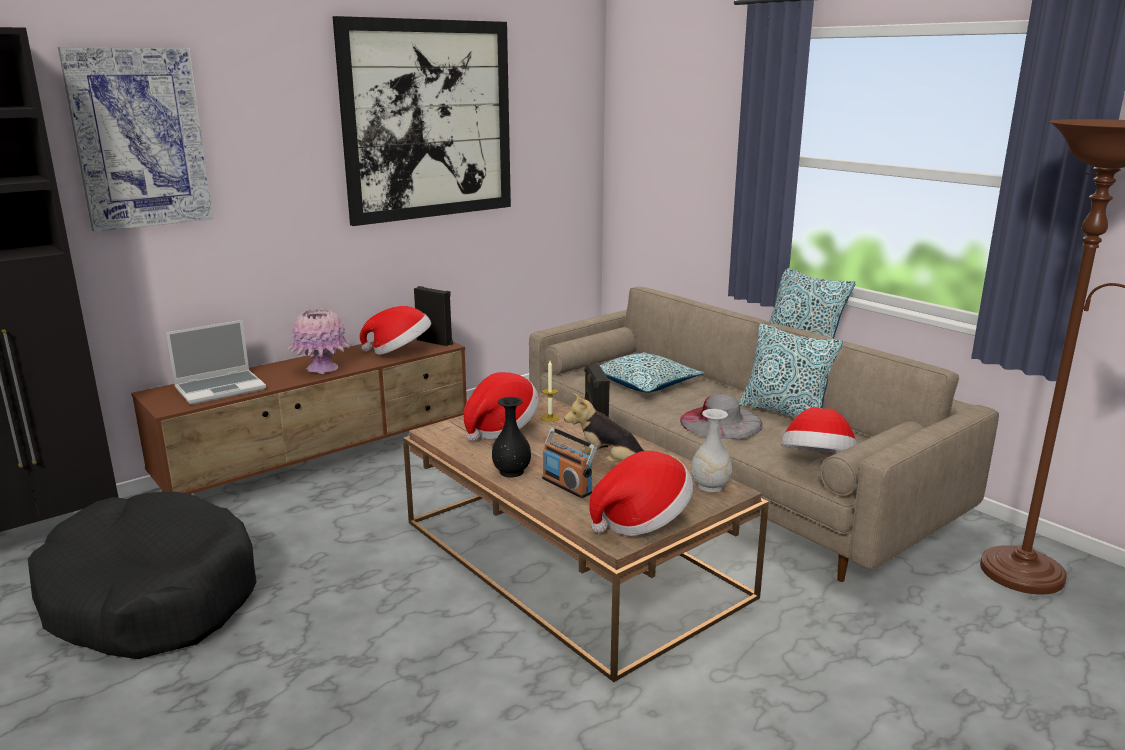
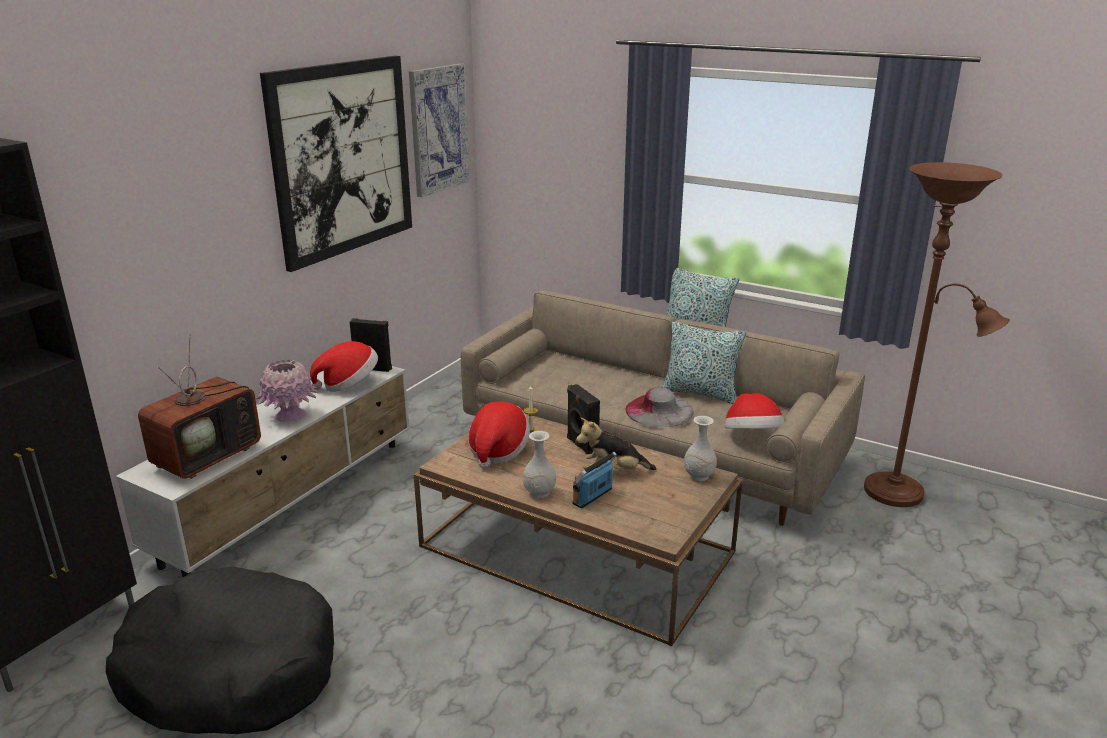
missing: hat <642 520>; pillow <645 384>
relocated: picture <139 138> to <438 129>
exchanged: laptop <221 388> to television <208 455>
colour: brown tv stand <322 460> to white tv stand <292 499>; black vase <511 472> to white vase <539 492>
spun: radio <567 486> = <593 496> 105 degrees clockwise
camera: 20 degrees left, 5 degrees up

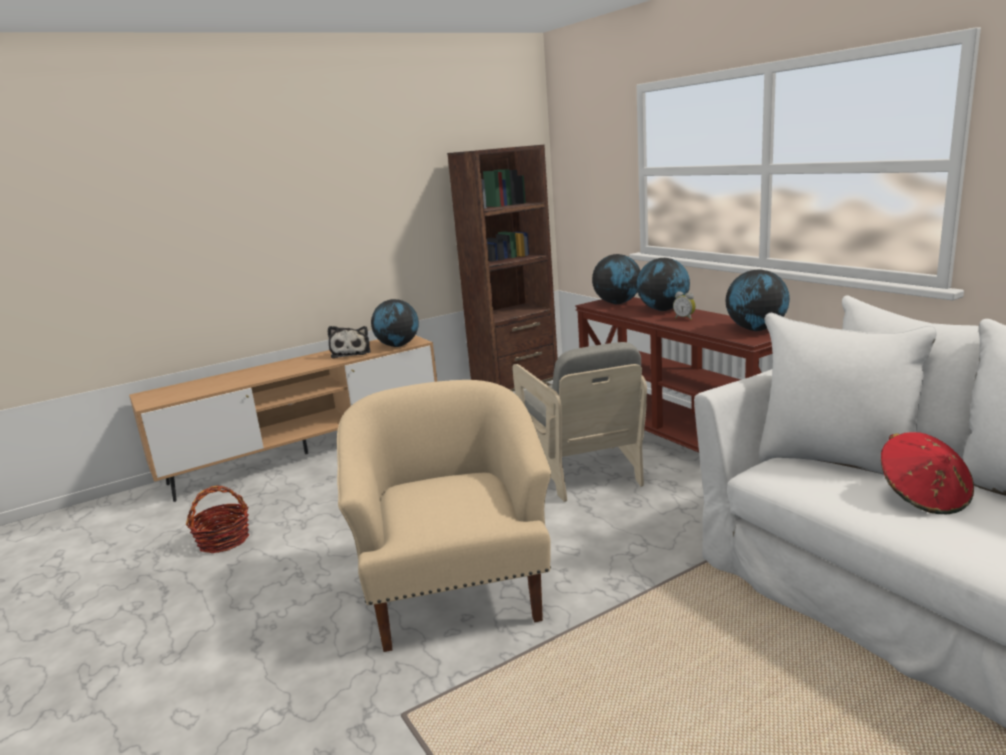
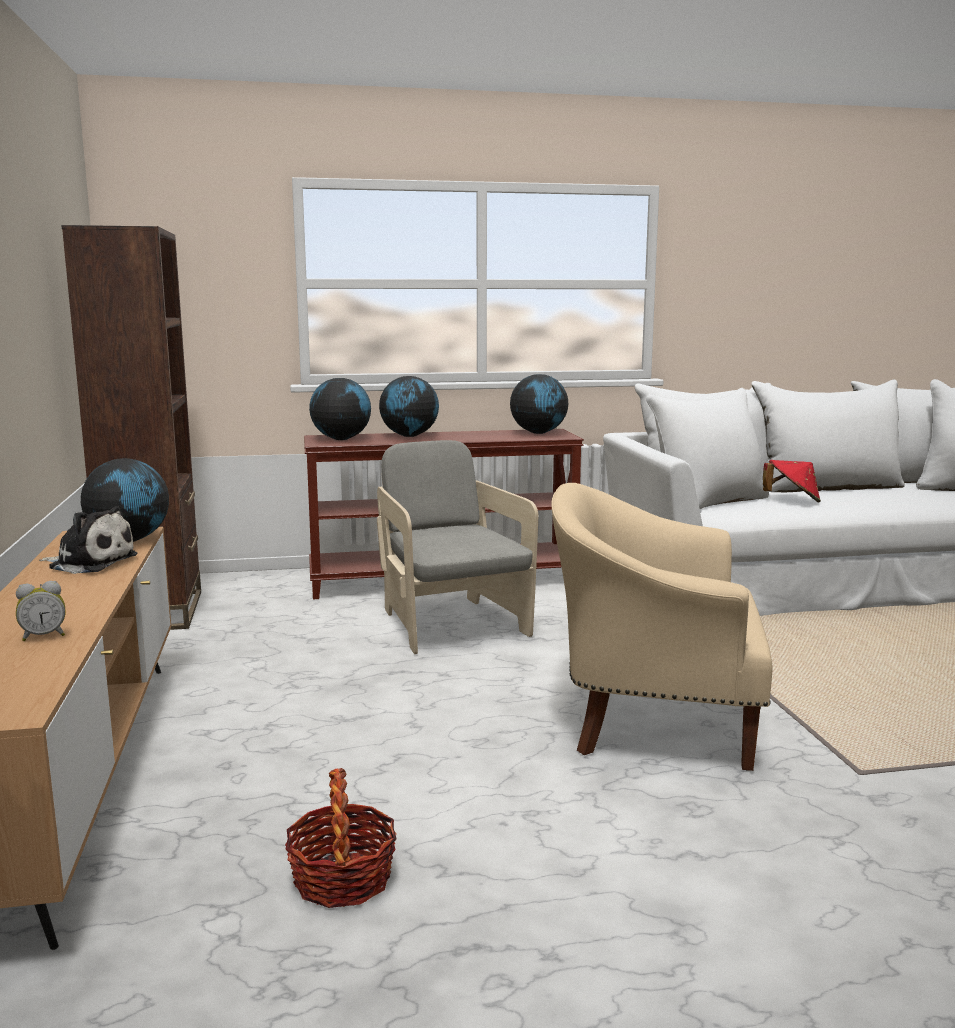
relocated: alarm clock <685 318> to <43 636>
spun: grey armchair <583 470> = <451 624> 120 degrees counterclockwise
camera: 70 degrees left, 5 degrees down

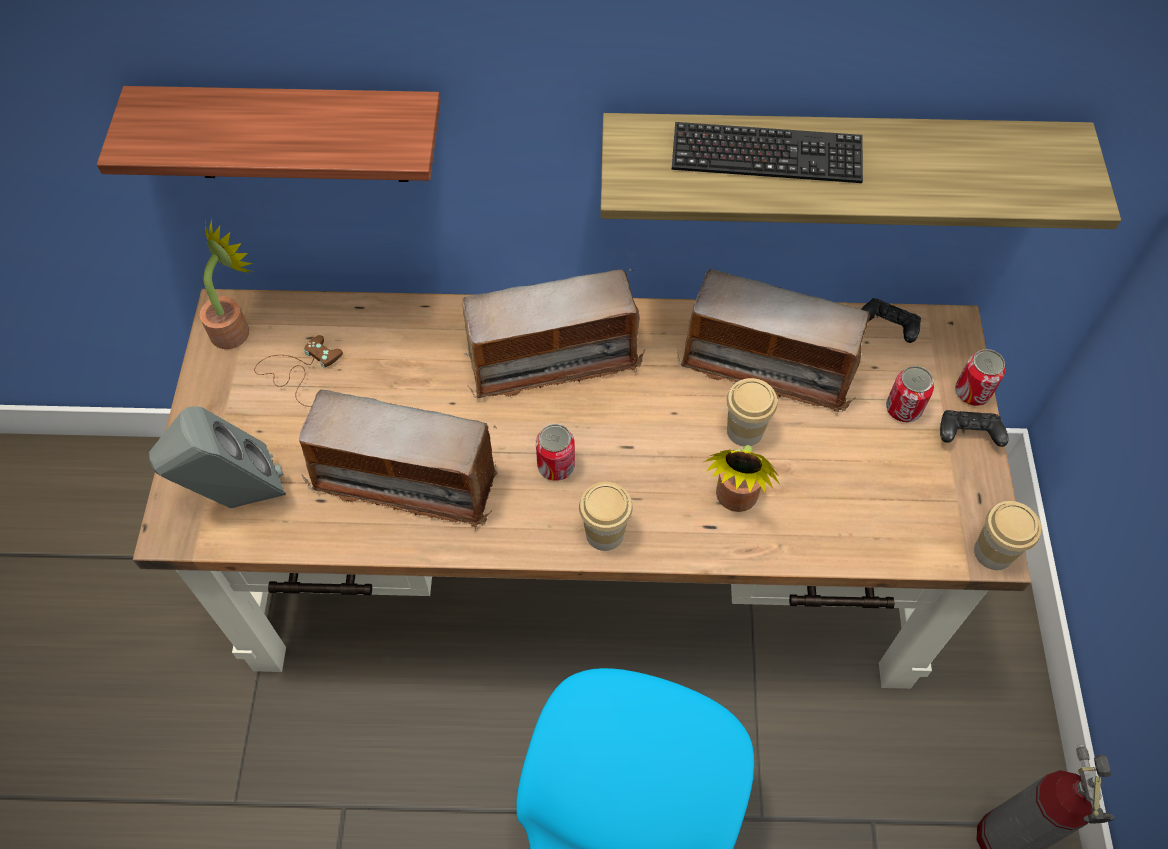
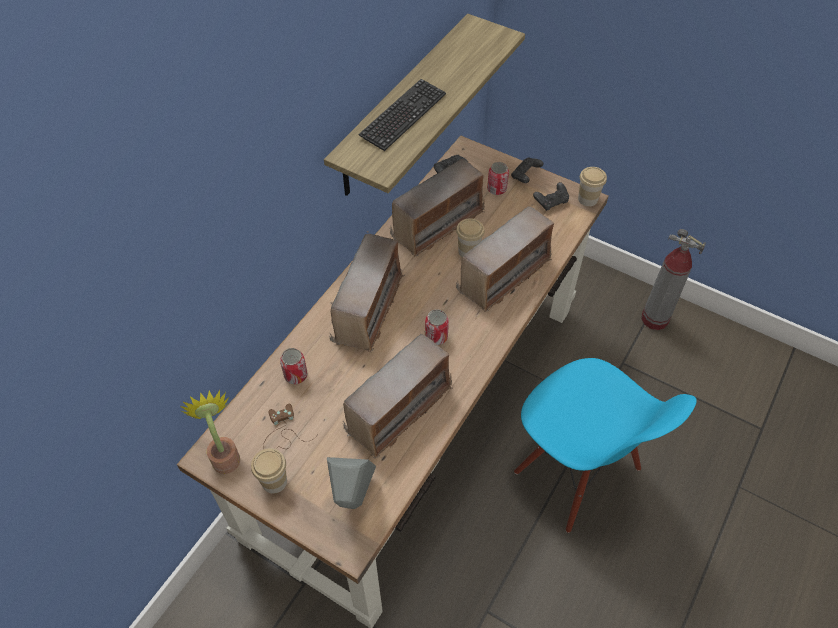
missing: shelf <294 134>
appeared: black game controller <551 202>
relocated: cup <604 533> to <274 481>; can <972 392> to <296 375>
exchanged: potted plant <734 501> to radio <504 274>
camera: 60 degrees left, 5 degrees down

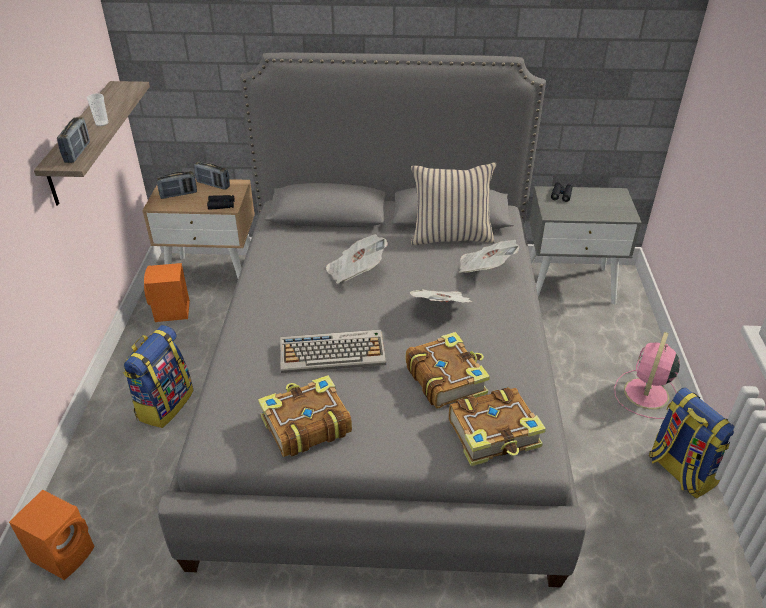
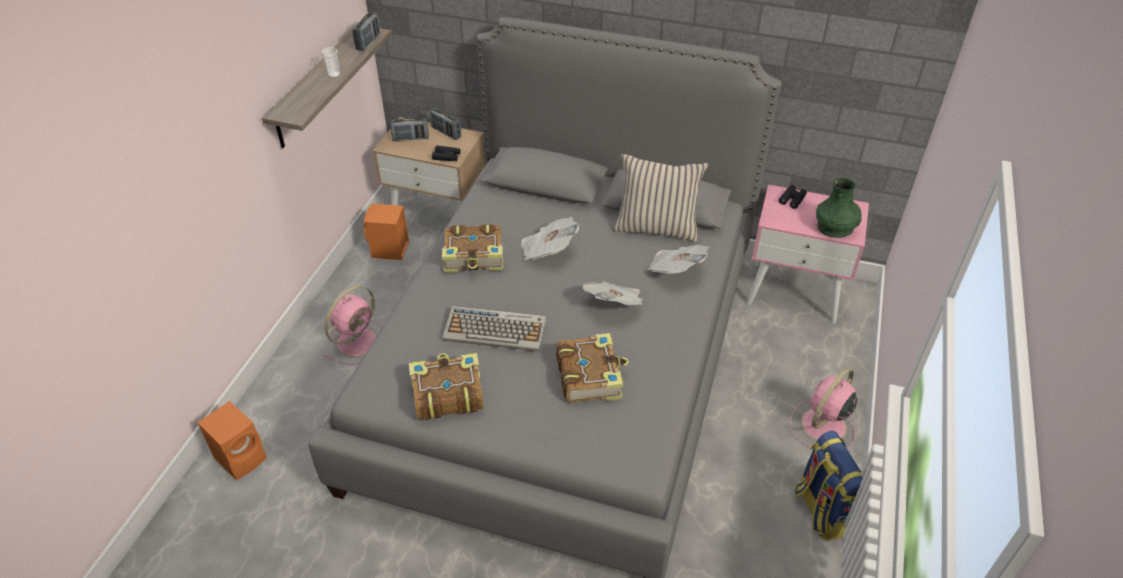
appeared: green vase <835 227>
relocated: radio <77 152> to <368 42>; book <495 435> to <475 257>
exchanged: backpack <164 404> to pink fan <358 341>
colour: grey nightstand <570 284> to pink nightstand <795 292>
camera: 15 degrees right, 5 degrees up

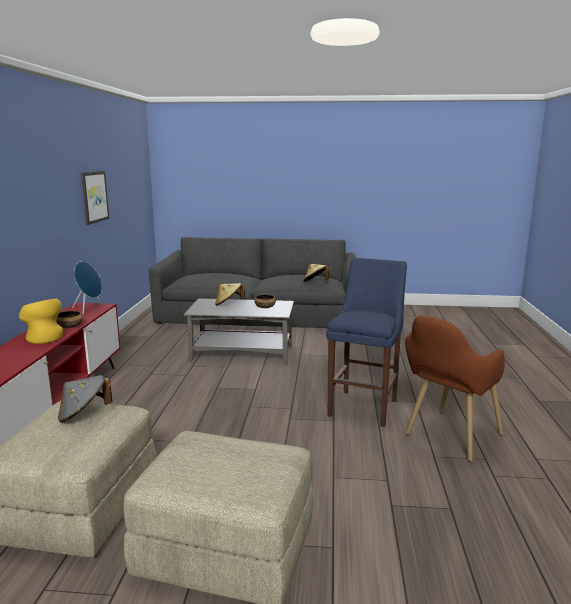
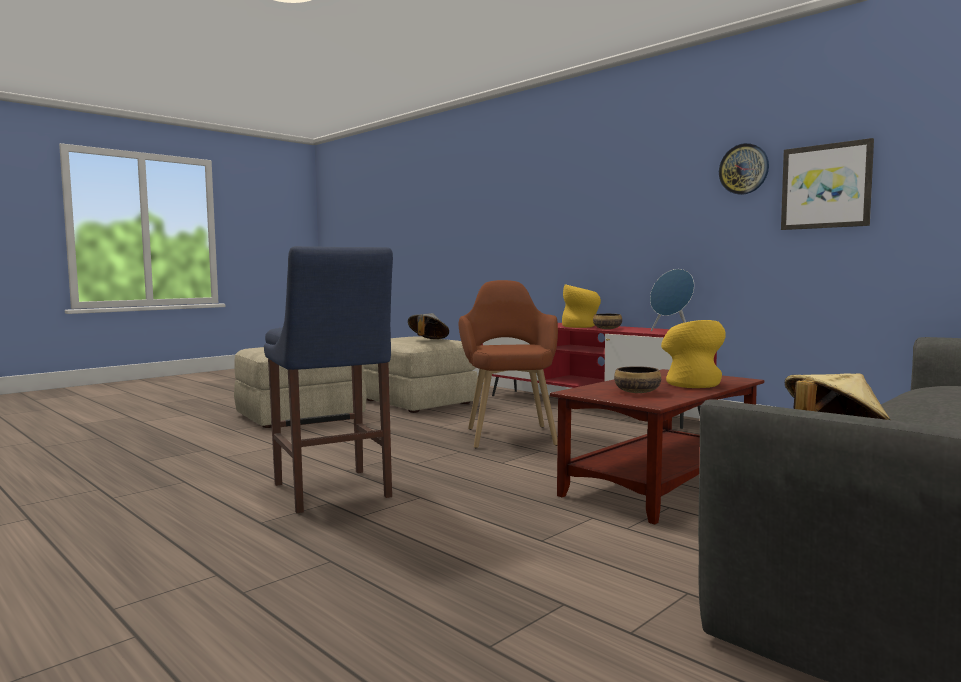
appeared: wall clock <744 169>
relocated: brown armchair <447 439> to <509 433>
exchanged: beige hat <228 304> to yellow vase <691 383>
colour: grey coffee table <243 353> to brown coffee table <660 485>
camera: 130 degrees right, 10 degrees down

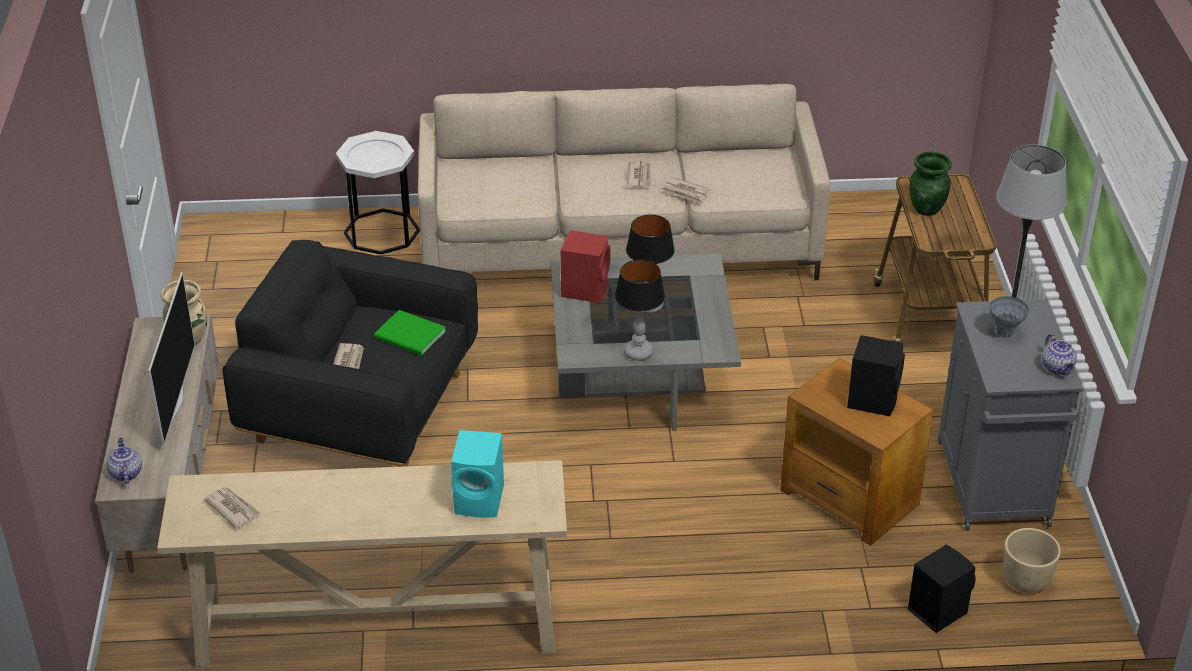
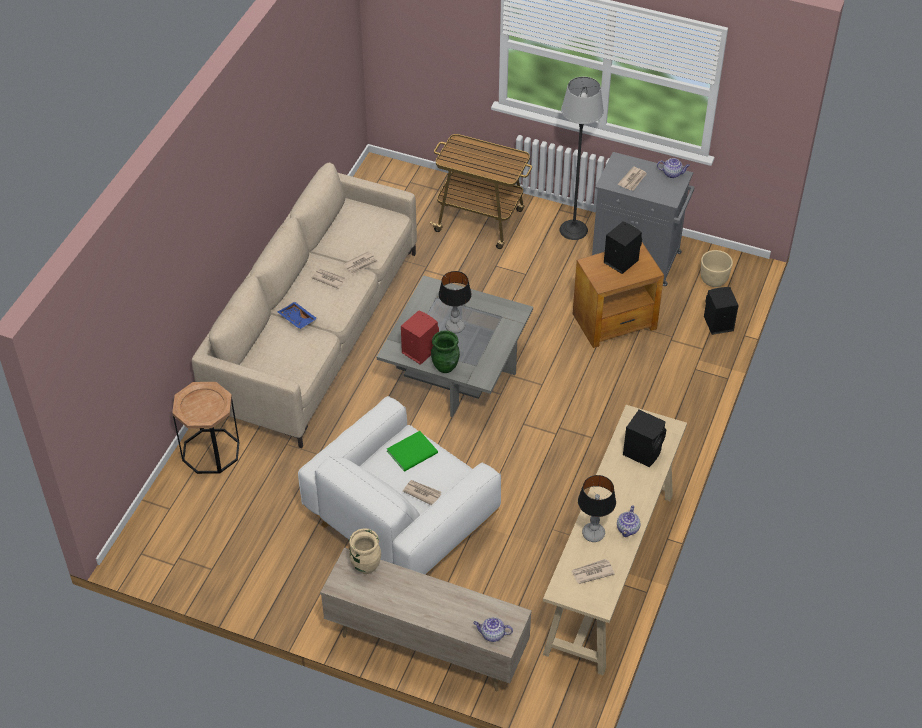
missing: television <174 403>
appeared: blue tray <297 319>; teapot <628 529>
relocated: green vase <927 209> to <445 367>; table lamp <638 353> to <593 534>
exchanged: grey vase <1004 333> to newspaper <633 180>
colour: white side table <382 232> to brown side table <211 451>; black armchair <361 407> to white armchair <401 520>; turquoise speaker <481 500> to black speaker <643 451>
camera: 65 degrees left, 10 degrees up

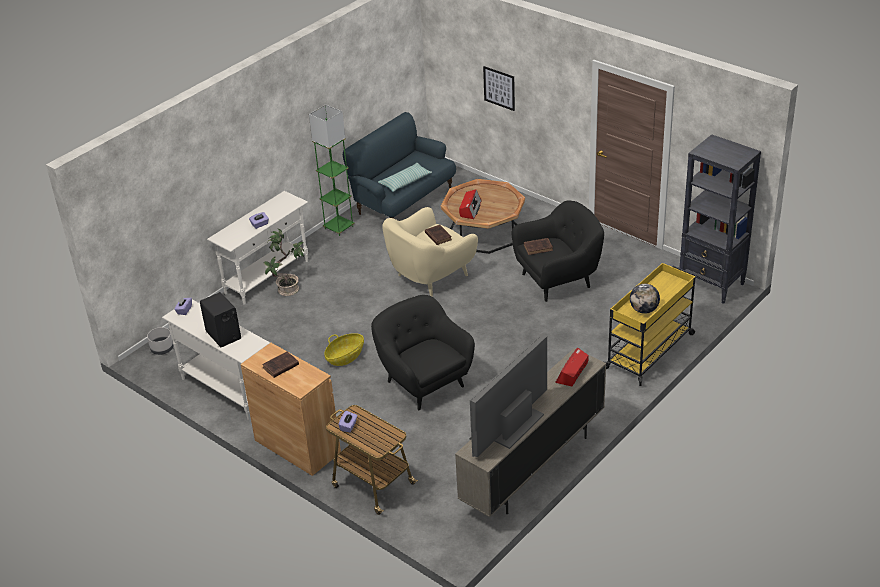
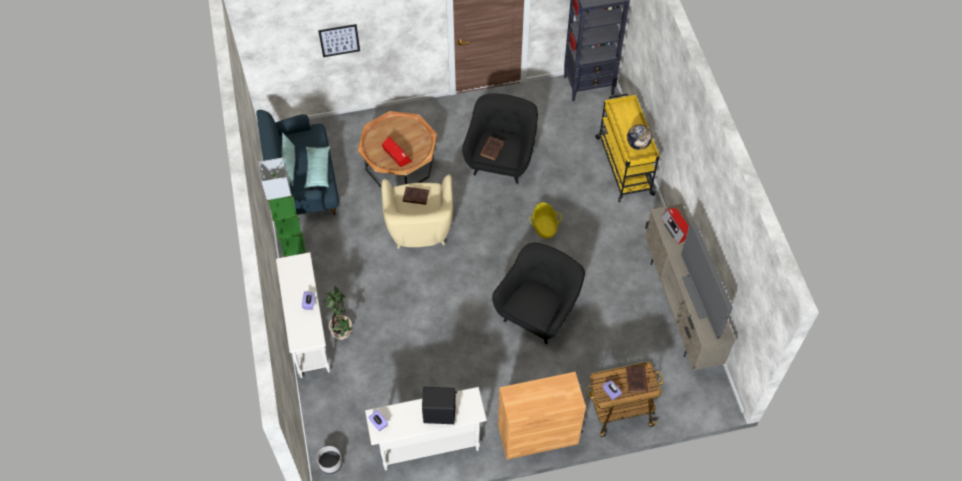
appeared: pillow <289 166>
relocated: basket <345 357> to <544 226>; brown book <280 367> to <636 380>
spun: black armchair <424 382> = <538 312> 120 degrees clockwise
camera: 55 degrees left, 20 degrees up

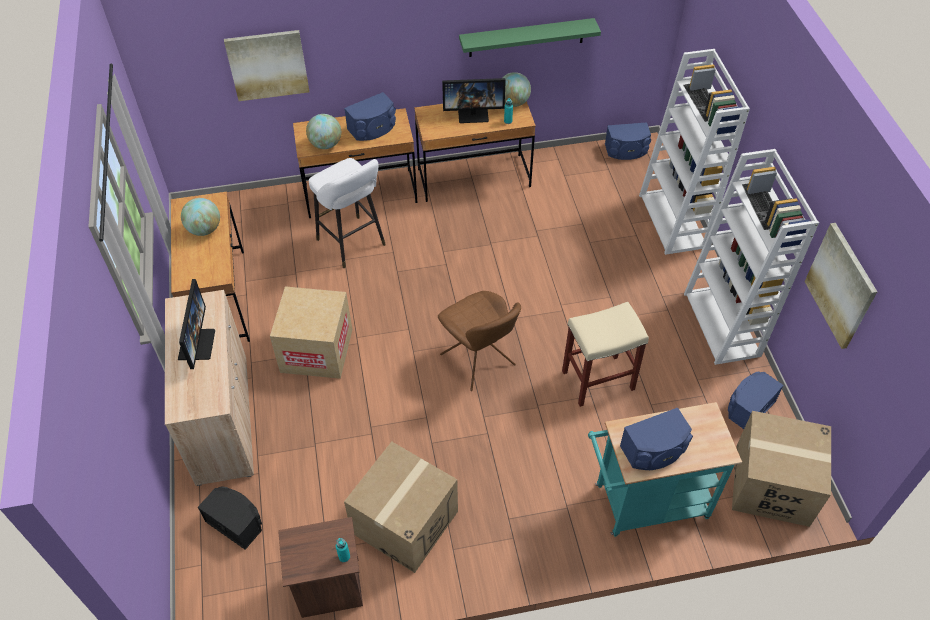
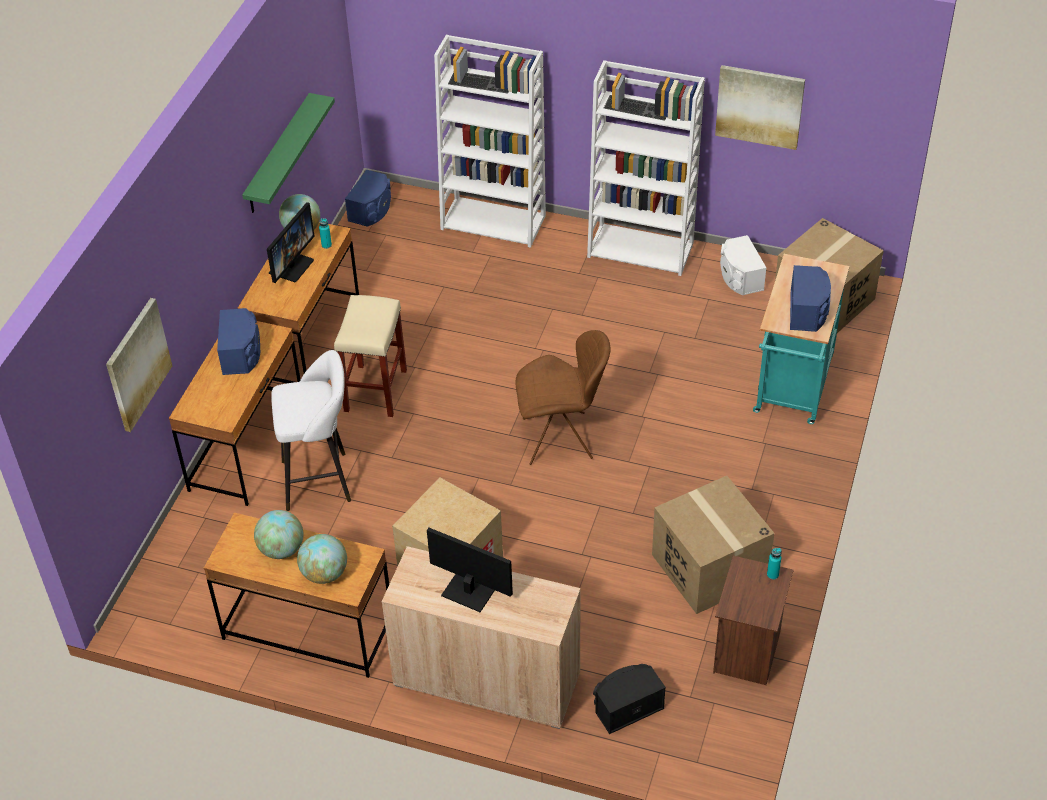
relocated: globe <325 144> to <324 573>; beige stool <597 381> to <376 391>
colour: blue speaker <748 407> to white speaker <739 277>
camera: 60 degrees left, 5 degrees down

